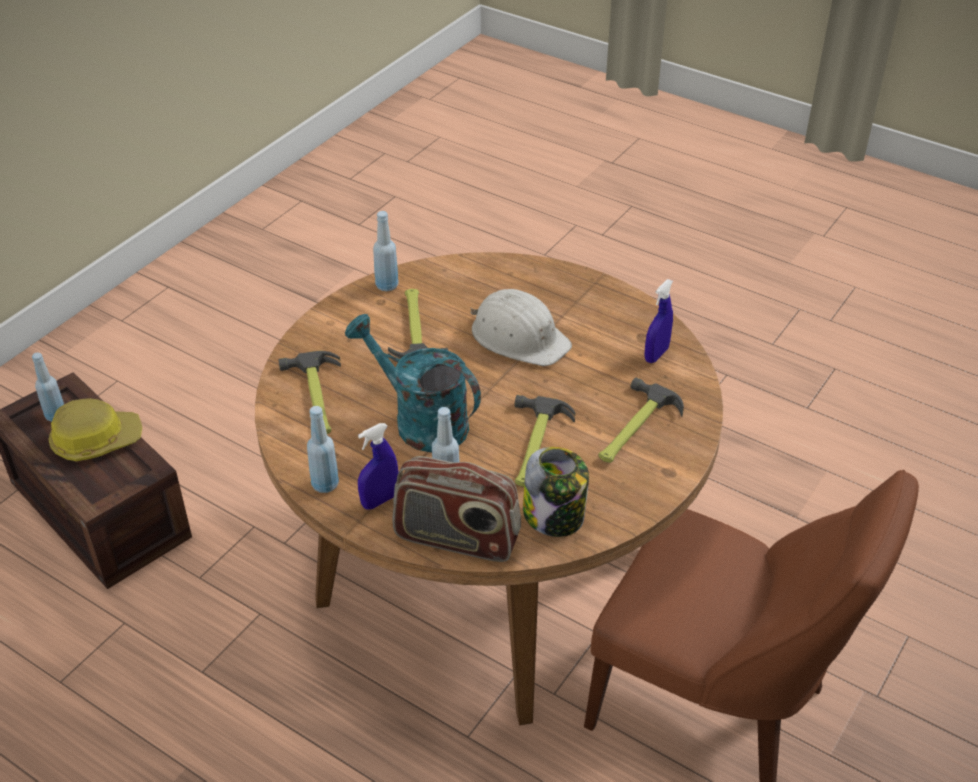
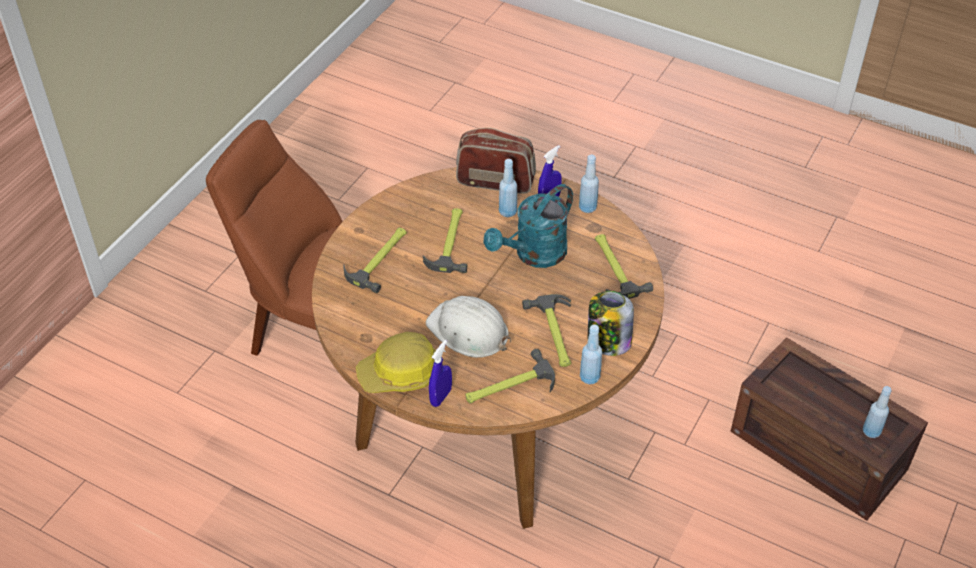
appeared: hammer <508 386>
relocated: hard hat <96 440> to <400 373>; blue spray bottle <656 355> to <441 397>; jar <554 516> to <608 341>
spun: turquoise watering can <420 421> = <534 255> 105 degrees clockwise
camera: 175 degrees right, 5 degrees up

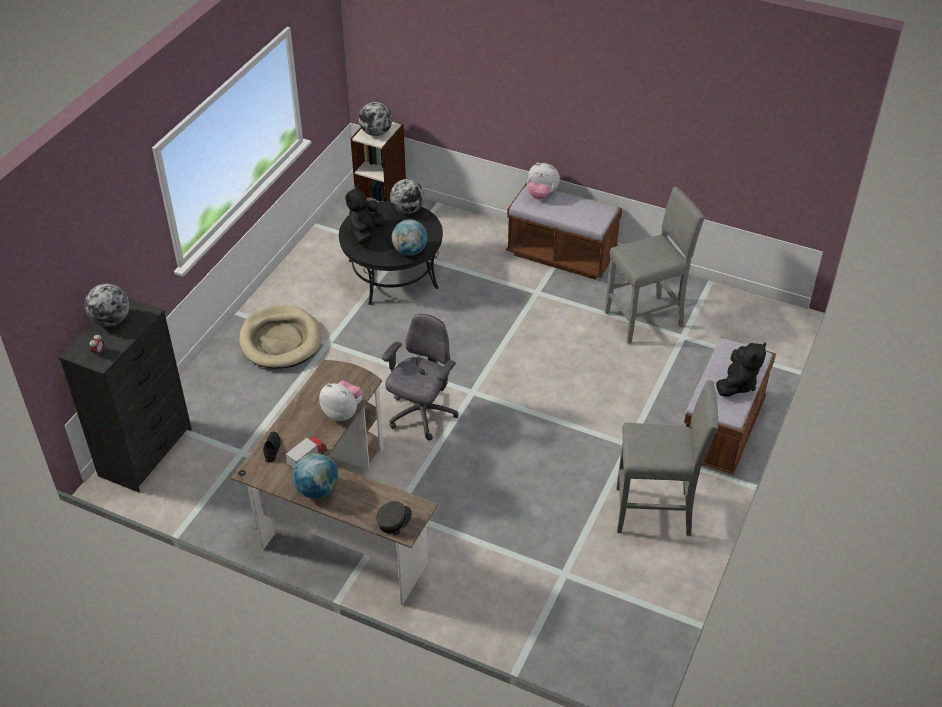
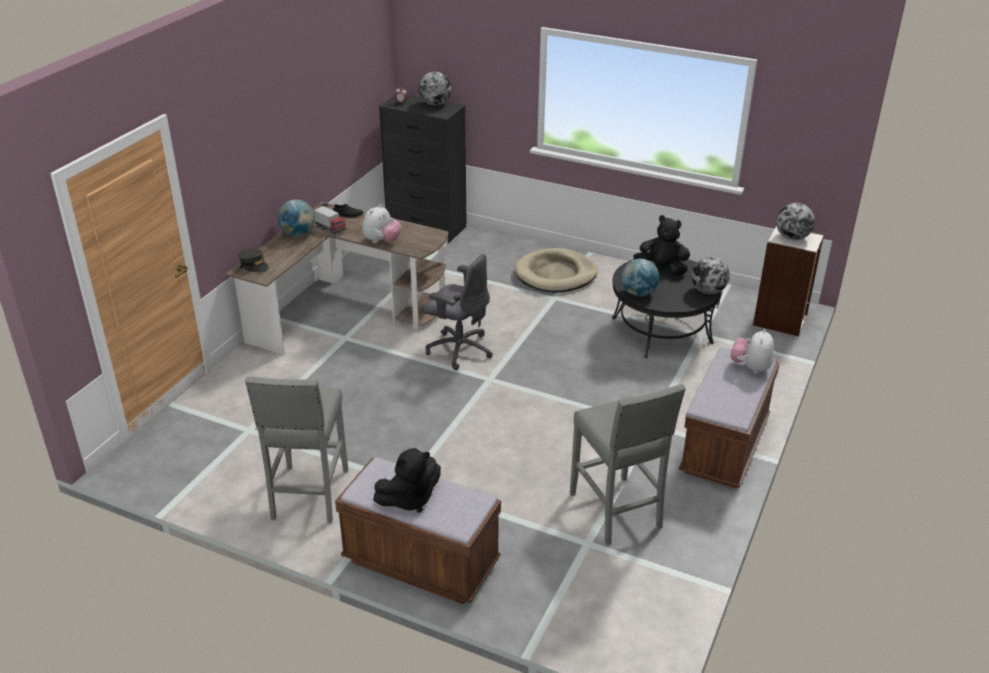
spun: black plush toy <737 384> = <409 499> 60 degrees counterclockwise
camera: 90 degrees right, 10 degrees down

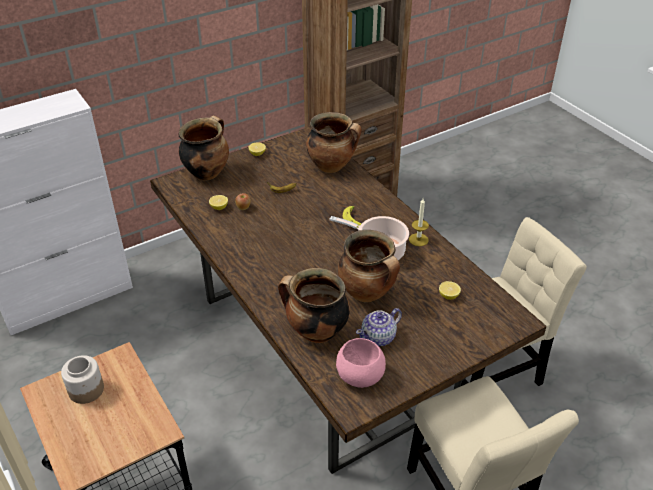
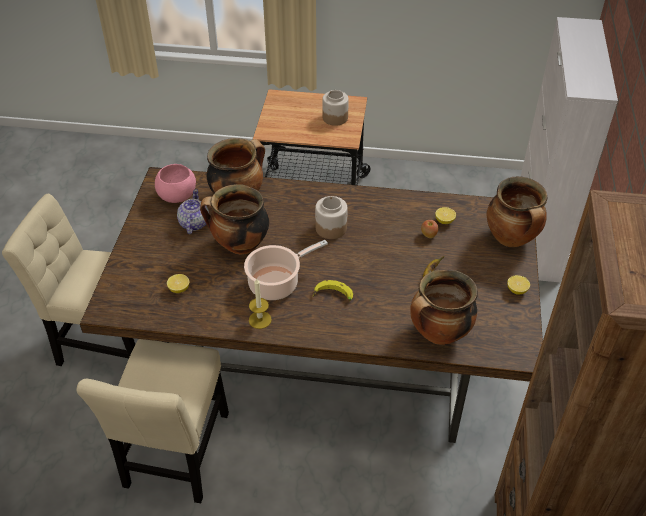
appeared: jar <331 228>
camera: 130 degrees right, 5 degrees up

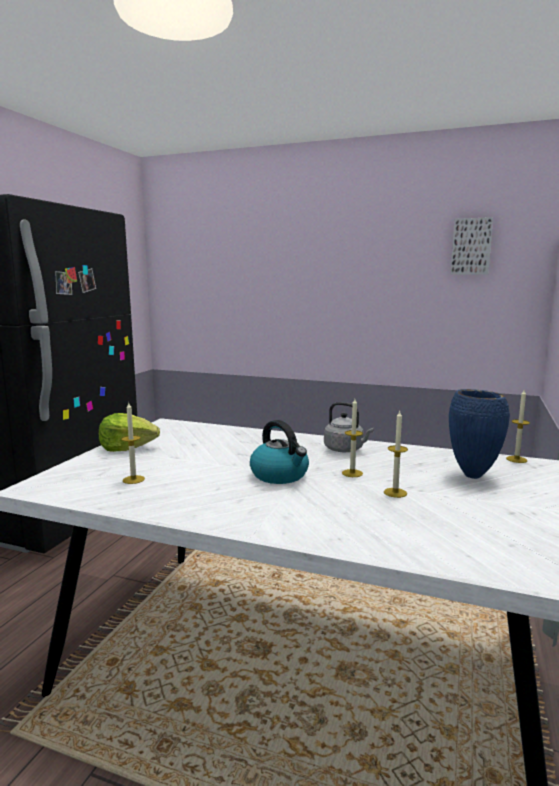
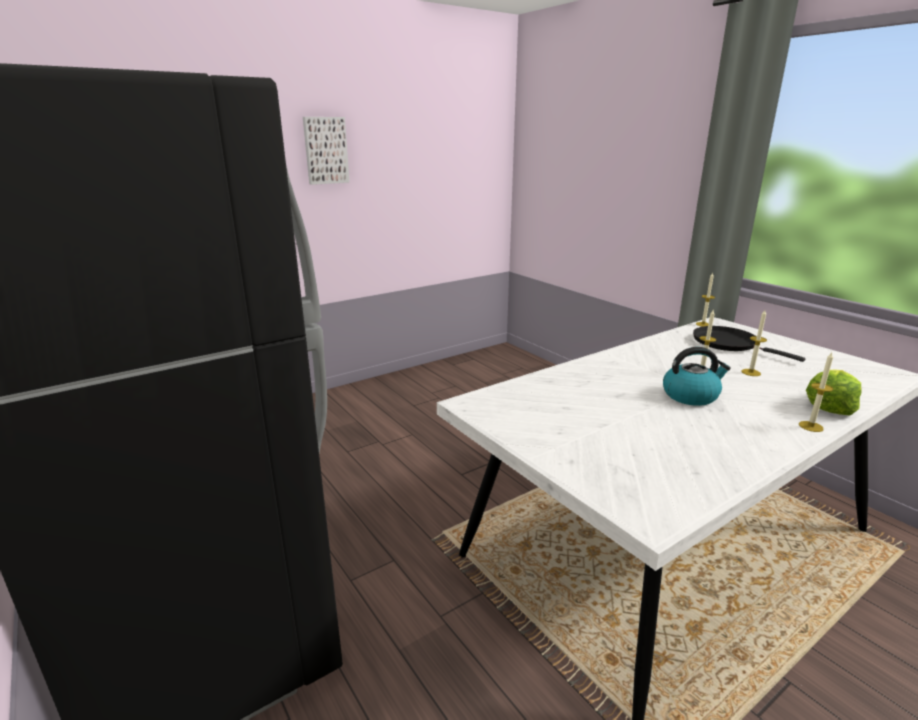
missing: grey kettle <345 449>
relocated: picture <471 246> to <325 150>; candle <133 479> to <811 426>; lettuce <127 448> to <829 406>
exchanged: blue vase <474 476> to black frying pan <729 344>
camera: 55 degrees left, 10 degrees up

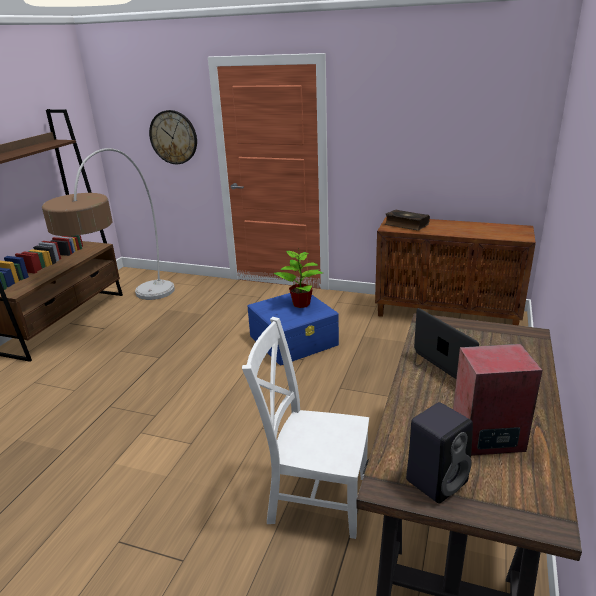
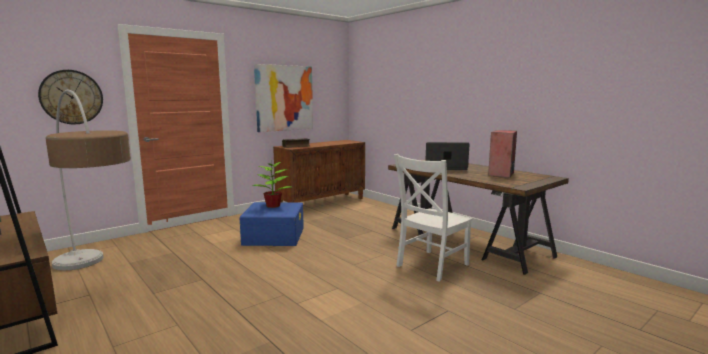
missing: black speaker <437 480>
appeared: picture <284 98>
camera: 60 degrees left, 15 degrees down

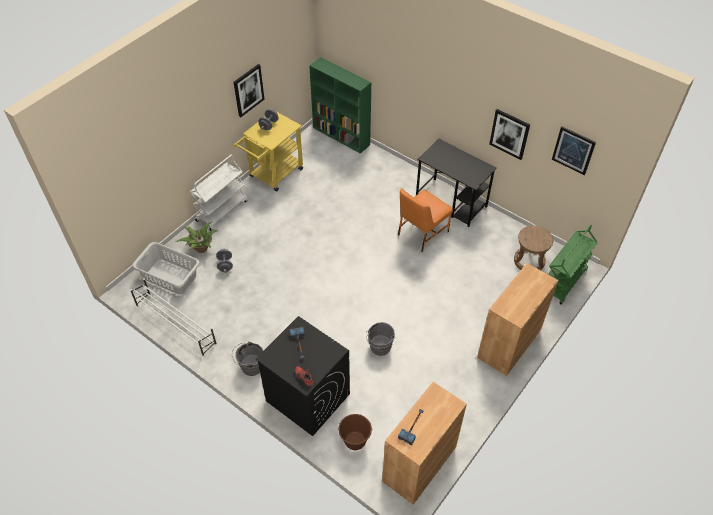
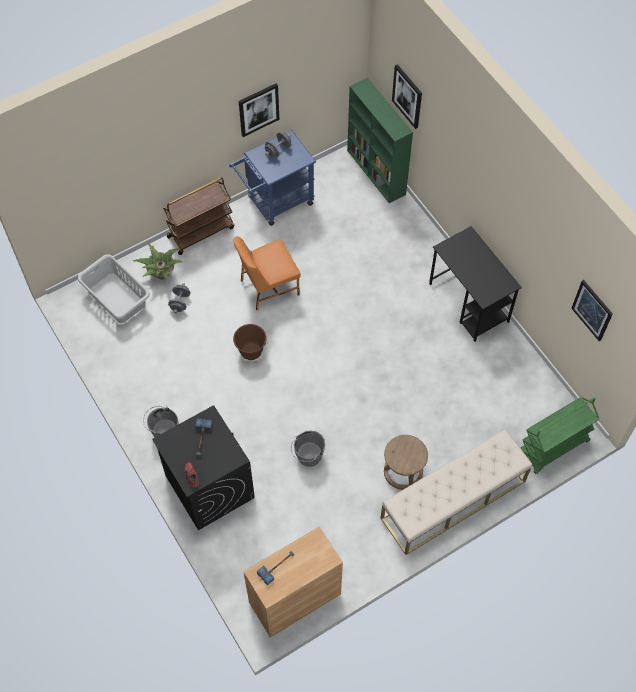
missing: white shoe rack <175 324>
relocated: orange chair <421 233> to <268 287>; brown bucket <355 441> to <251 351>; brown stool <529 261> to <403 471>; picture <509 134> to <407 96>
exchanged: brown cabinet <509 343> to beige bench <453 500>
colour: white cart <222 210> to brown cart <201 232>; yellow cart <273 175> to blue cart <275 202>
camera: 20 degrees right, 10 degrees up

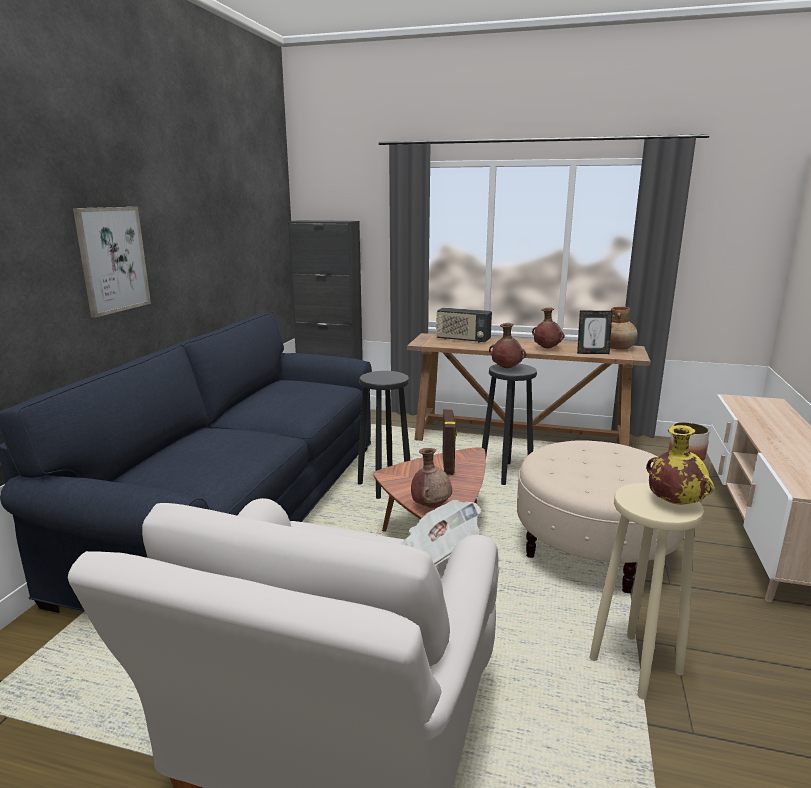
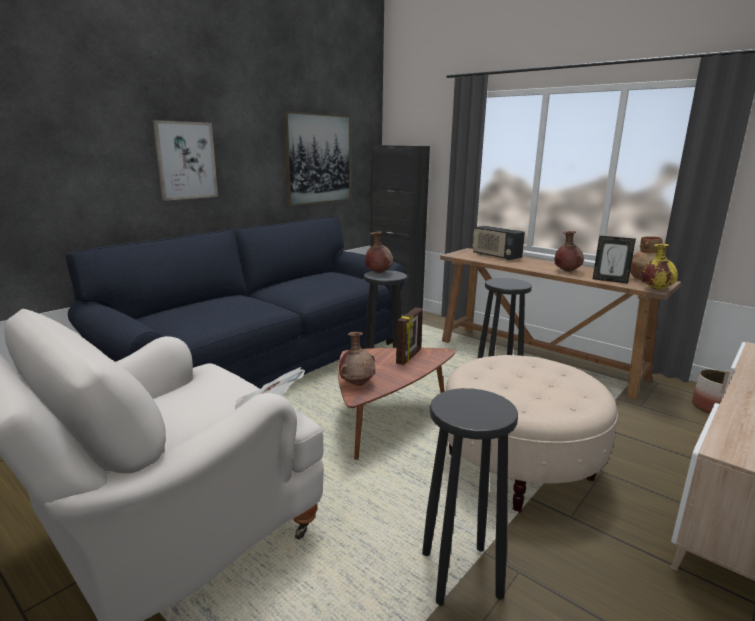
appeared: picture <318 159>
relocated: brown vase <506 368> to <378 273>; yellow vase <674 503> to <656 289>
colour: beige stool <634 666> to black stool <459 574>
camera: 25 degrees right, 0 degrees up

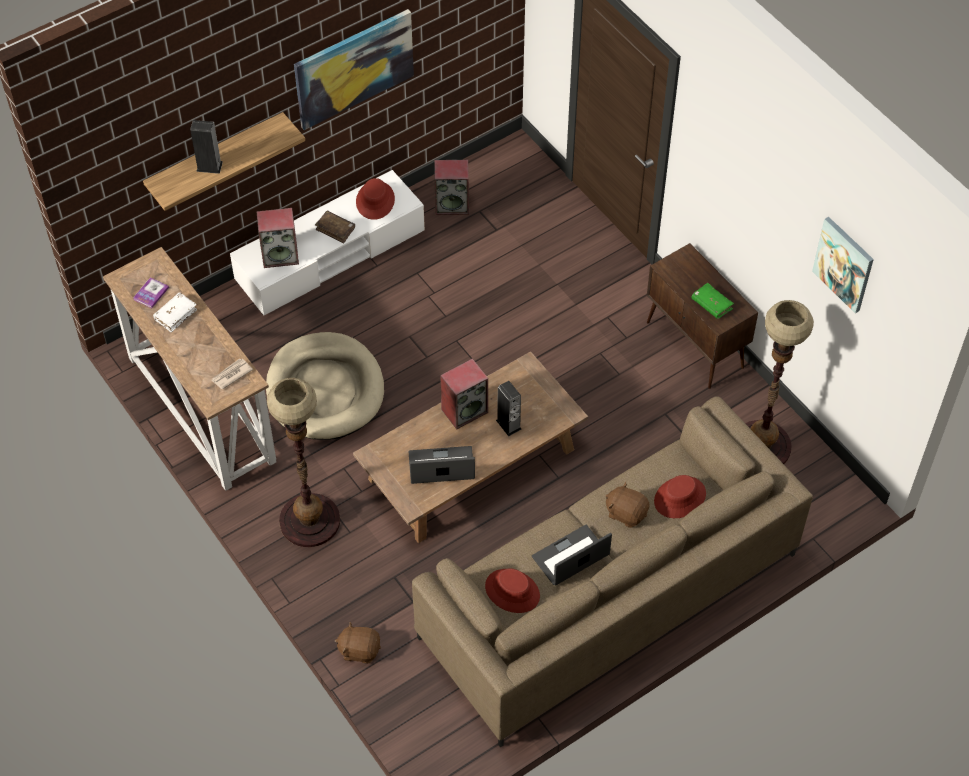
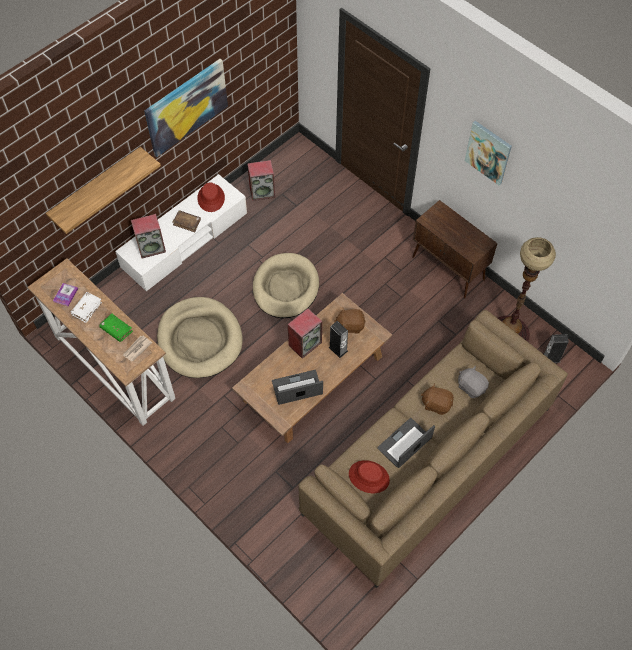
missing: floor lamp <309 520>
appeared: beige dog bed <285 287>
relocated: green book <711 304> to <116 330>; brown plush toy <359 650> to <350 325>; picture <844 264> to <488 152>; speaker <209 166> to <551 358>
exchanged: red hat <680 498> to grey plush toy <471 387>
camera: 10 degrees left, 5 degrees up

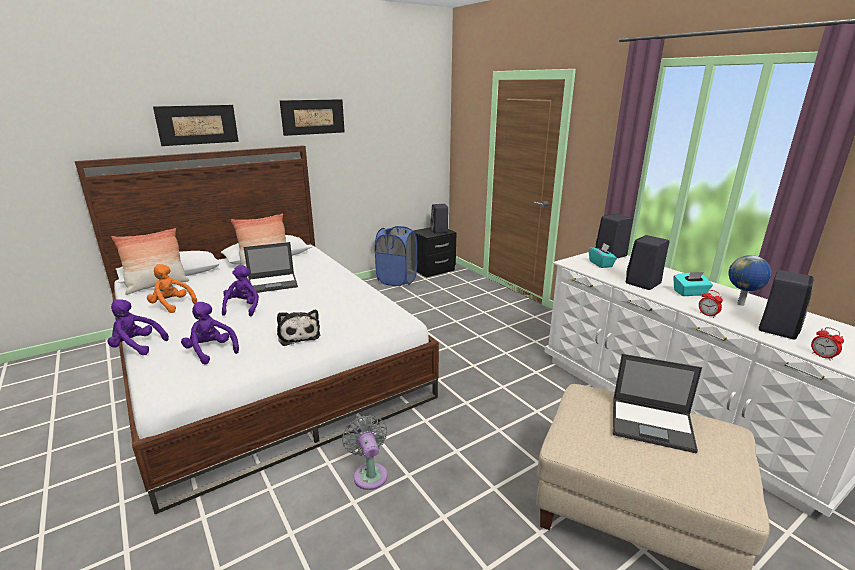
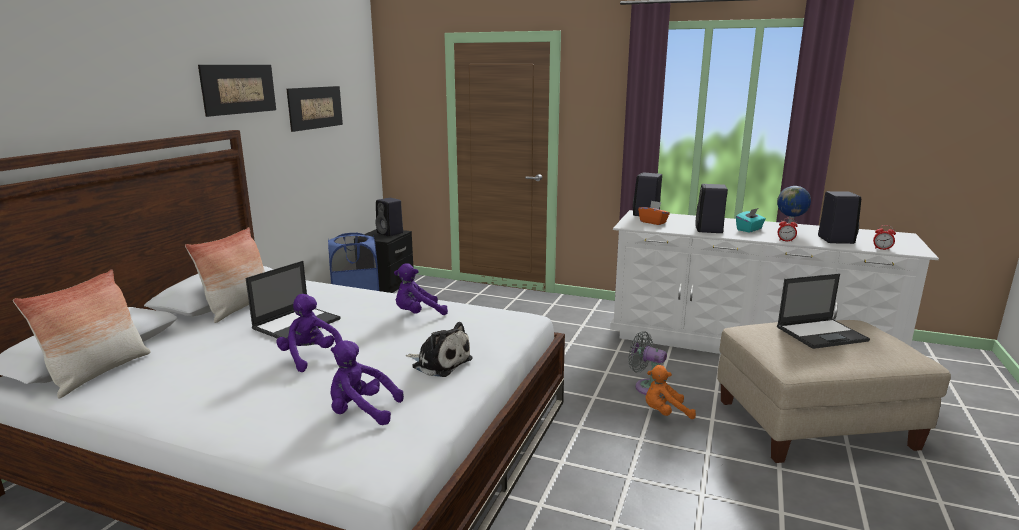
relocated: picture <197 124> to <315 107>; purple plush toy <137 346> to <418 314>; grey fan <369 473> to <647 387>; orange plush toy <172 305> to <665 413>
colour: turquoise tissue box <601 264> to orange tissue box <653 222>
camera: 35 degrees left, 5 degrees down

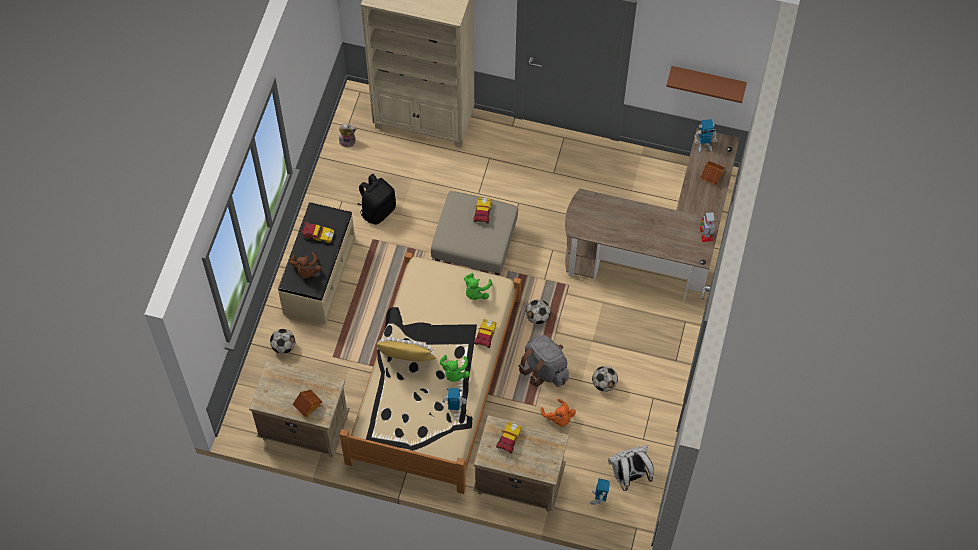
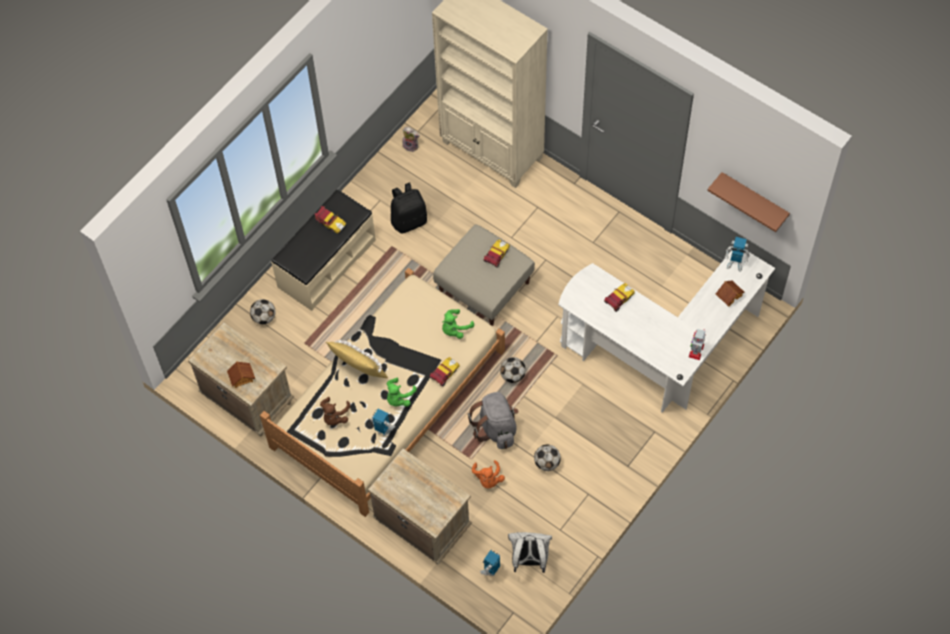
relocated: brown plush toy <306 270> to <335 416>; toy car <508 440> to <618 299>
colour: brown desk <658 248> to white desk <661 351>
camera: 25 degrees right, 0 degrees up

